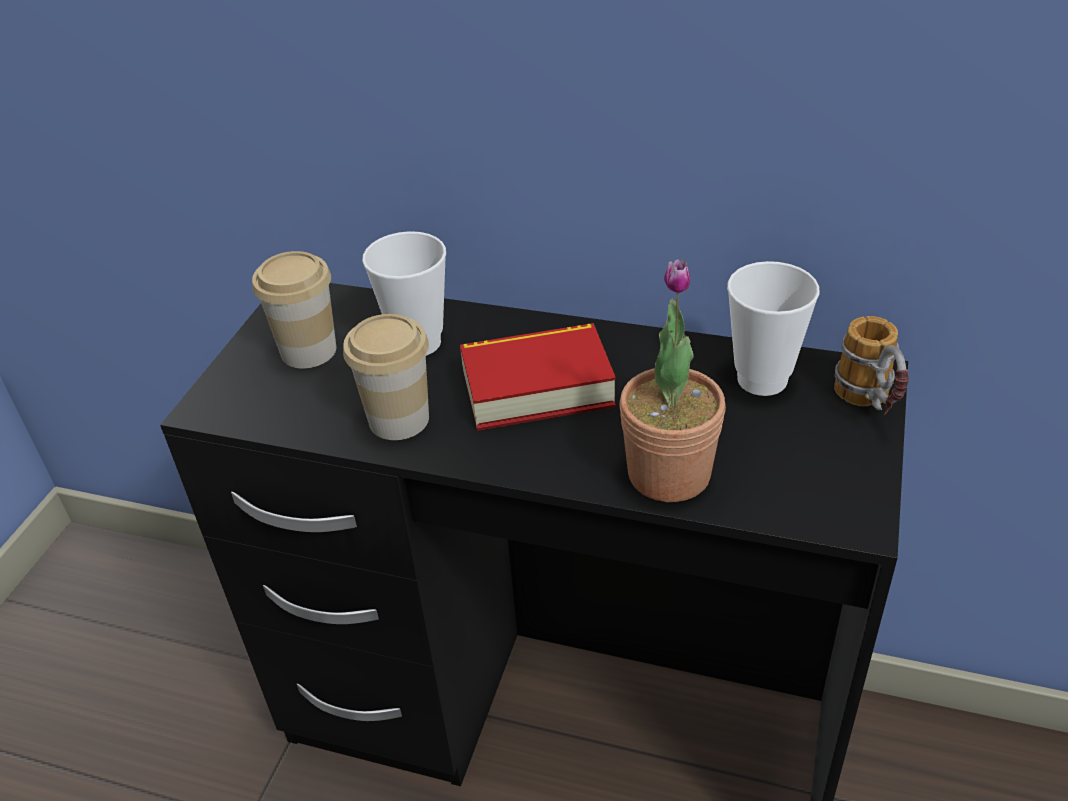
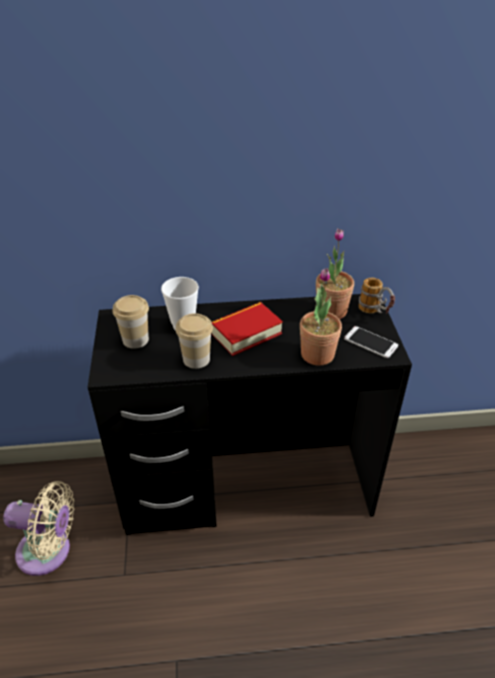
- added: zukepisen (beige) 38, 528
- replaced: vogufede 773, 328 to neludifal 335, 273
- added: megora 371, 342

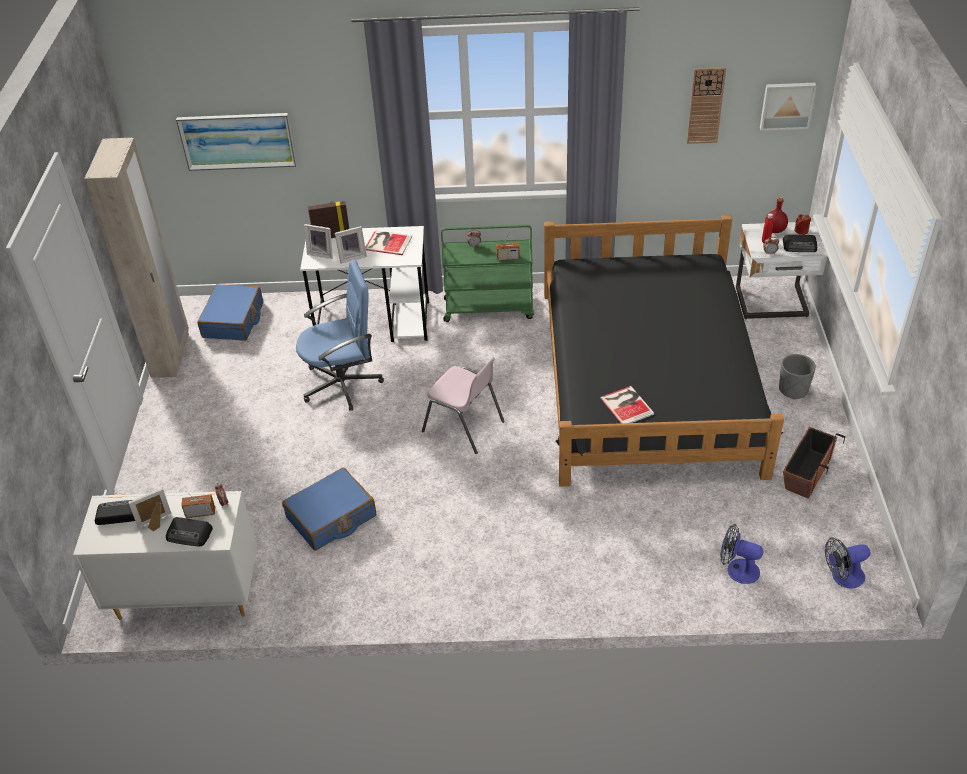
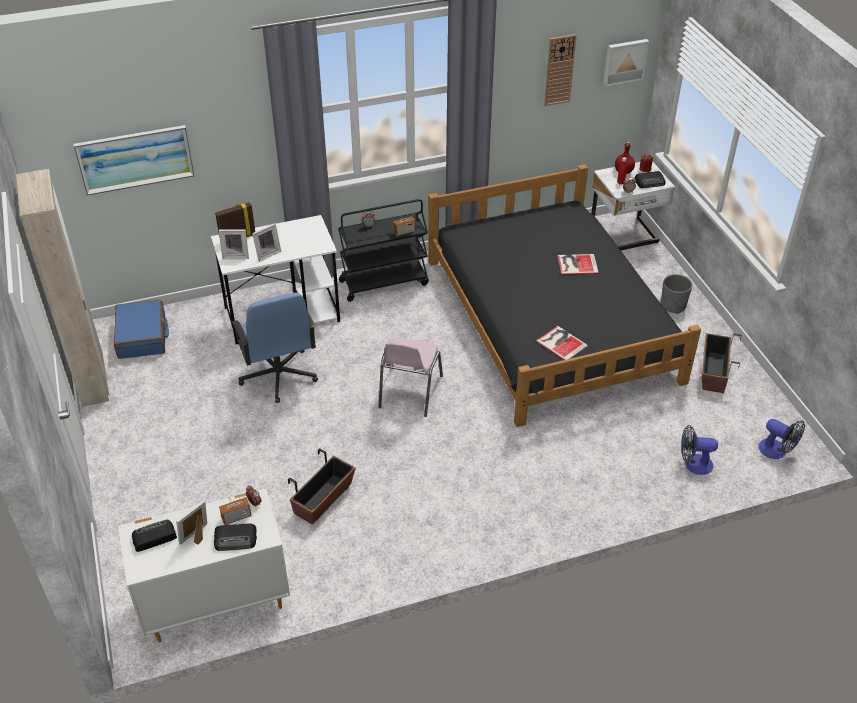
- turned: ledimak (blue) 340, 335 = 275, 347 105 degrees clockwise
- replaced: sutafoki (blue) 329, 509 to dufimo 322, 486
- recoloured: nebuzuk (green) 487, 273 to nebuzuk (black) 383, 250
- turned: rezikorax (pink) 463, 405 = 411, 377 90 degrees clockwise
- moved: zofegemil 388, 243 to 578, 264
- turned: zukepisen 847, 563 = 781, 439 105 degrees counterclockwise

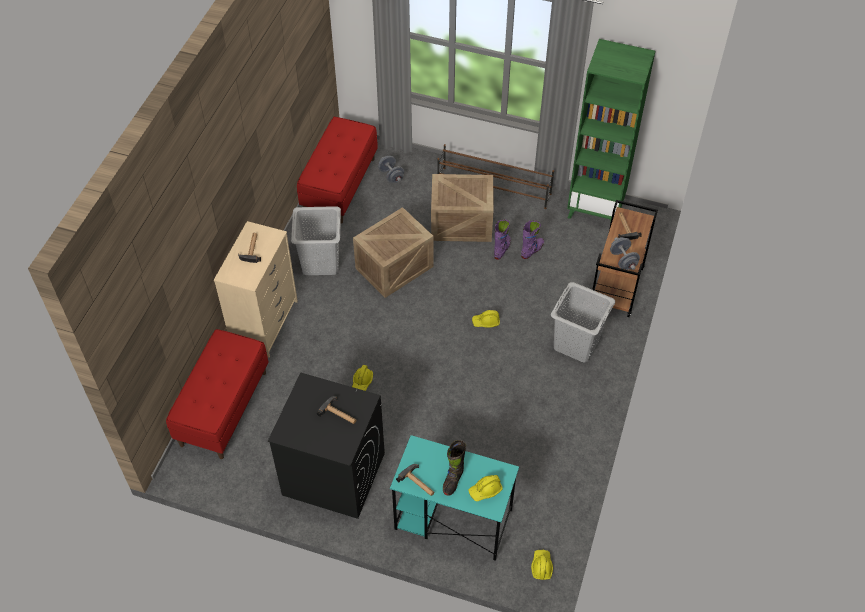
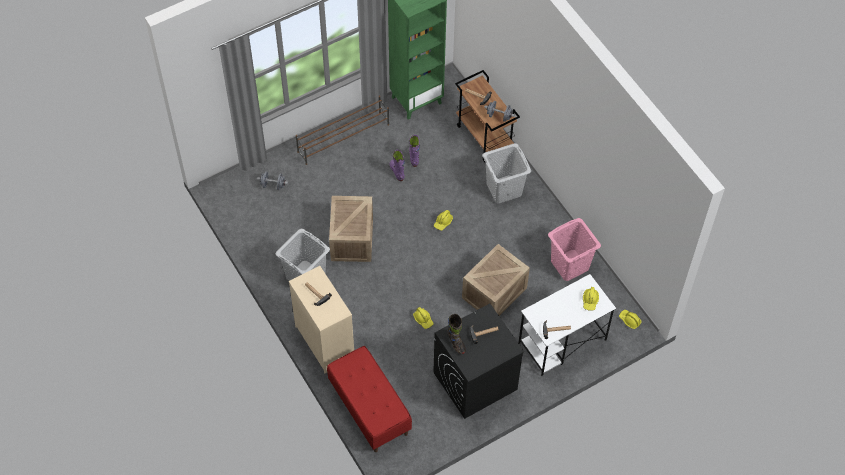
- moved: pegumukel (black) 454, 468 to 456, 334
- moved: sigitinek 462, 208 to 496, 280
- recoloured: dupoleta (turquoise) 454, 498 to dupoleta (white) 567, 325
- added: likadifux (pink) 574, 249
- removed: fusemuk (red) 337, 170

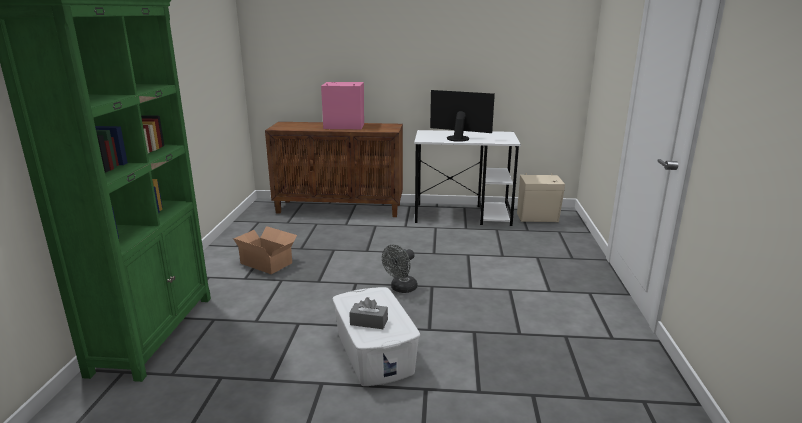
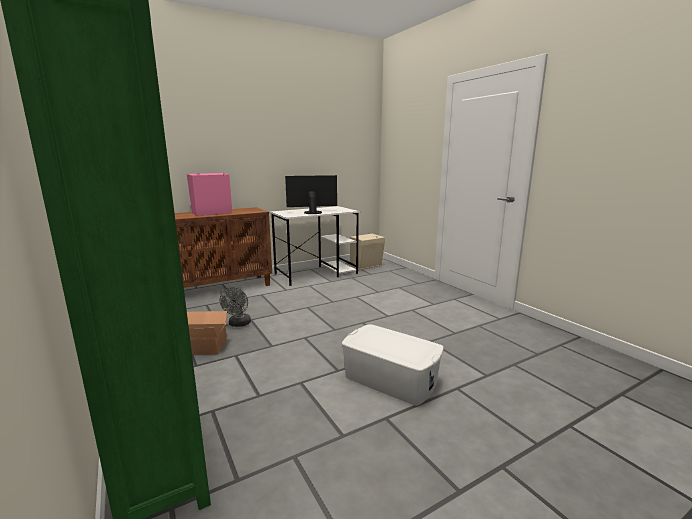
- moved: zukepisen (grey) 399, 269 to 235, 307
- removed: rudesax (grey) 368, 313

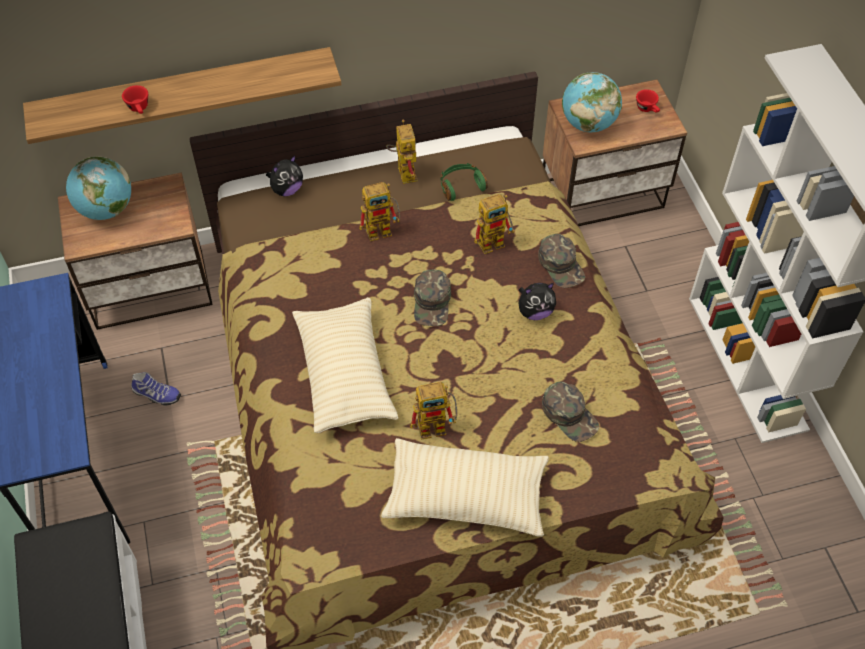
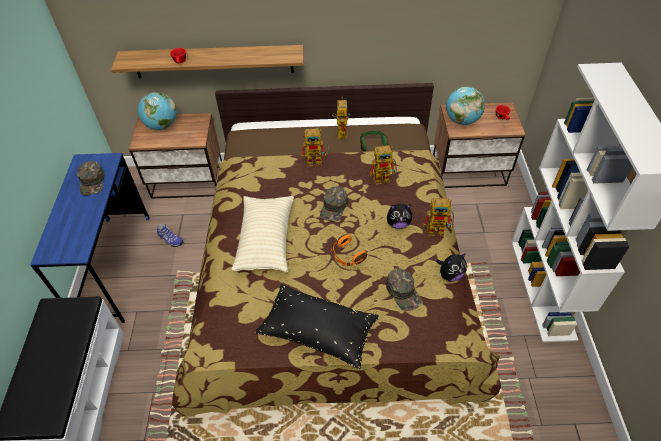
- moved: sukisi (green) 561, 261 to 90, 178
- recoloured: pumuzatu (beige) 465, 487 to pumuzatu (black) 317, 326
- added: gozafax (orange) 349, 250
- moved: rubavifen 433, 411 to 438, 217
- moved: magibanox 284, 175 to 451, 267

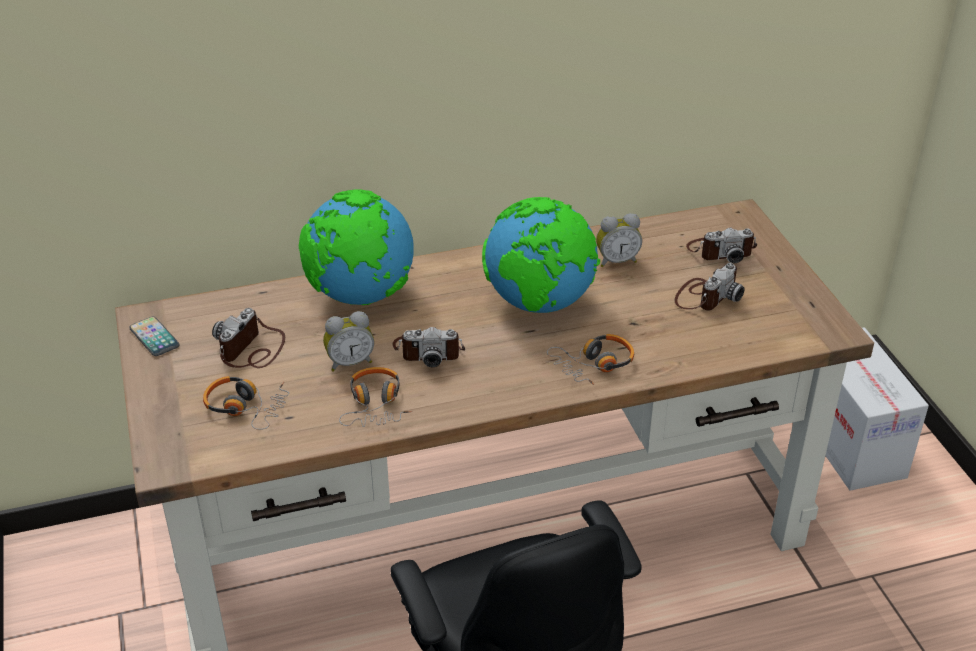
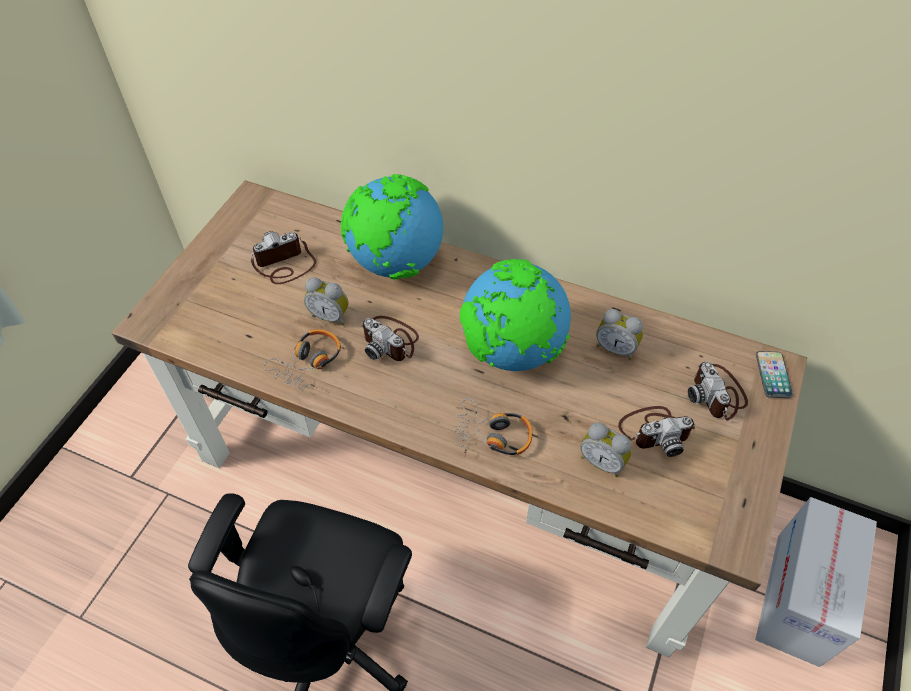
- added: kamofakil 606, 449
- turned: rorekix 721, 245 = 718, 391 45 degrees clockwise
- moved: megora 154, 336 to 774, 374
- removed: gozafax 246, 403

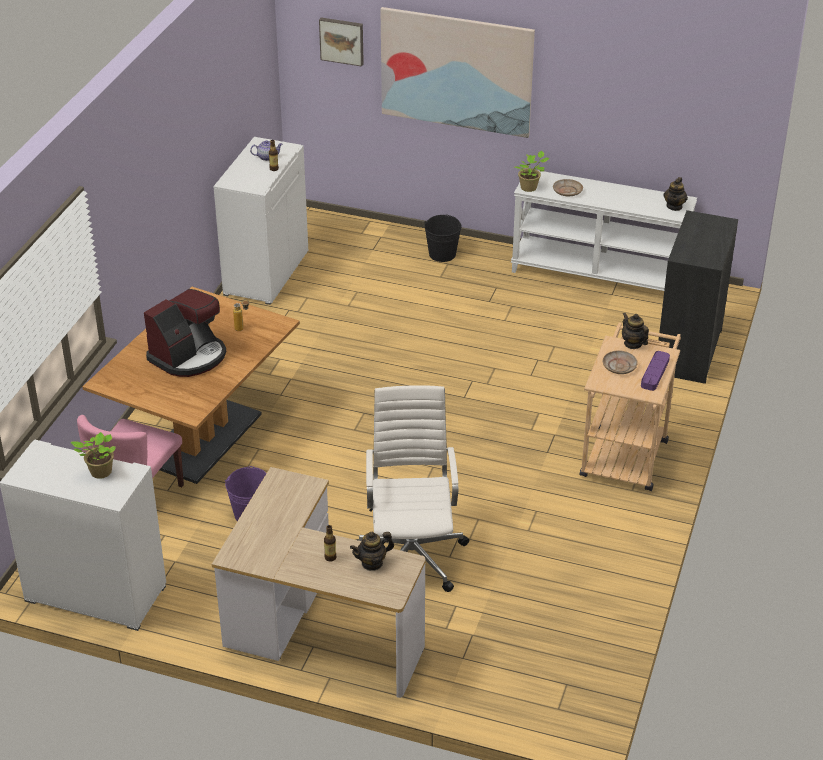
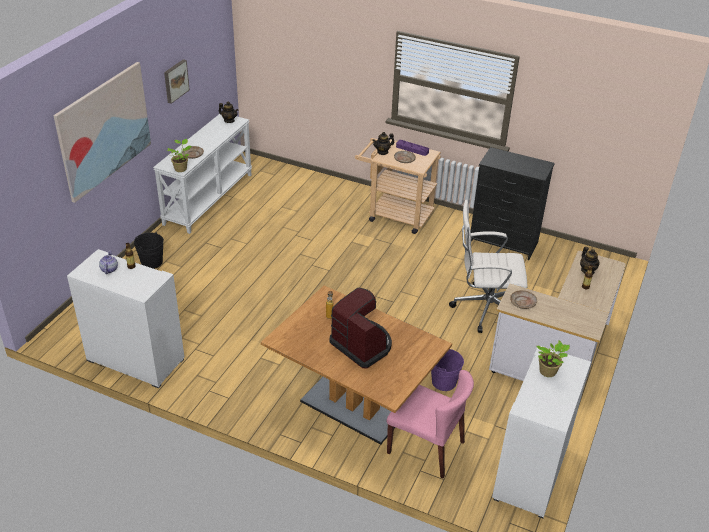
- moved: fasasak 341, 42 to 177, 81
- moved: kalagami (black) 698, 297 to 513, 203
- added: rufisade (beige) 523, 299

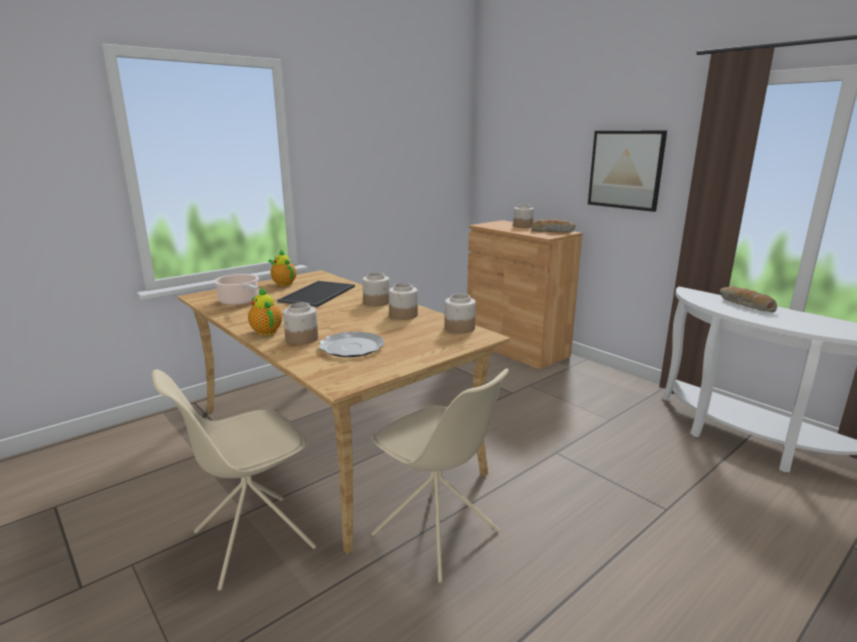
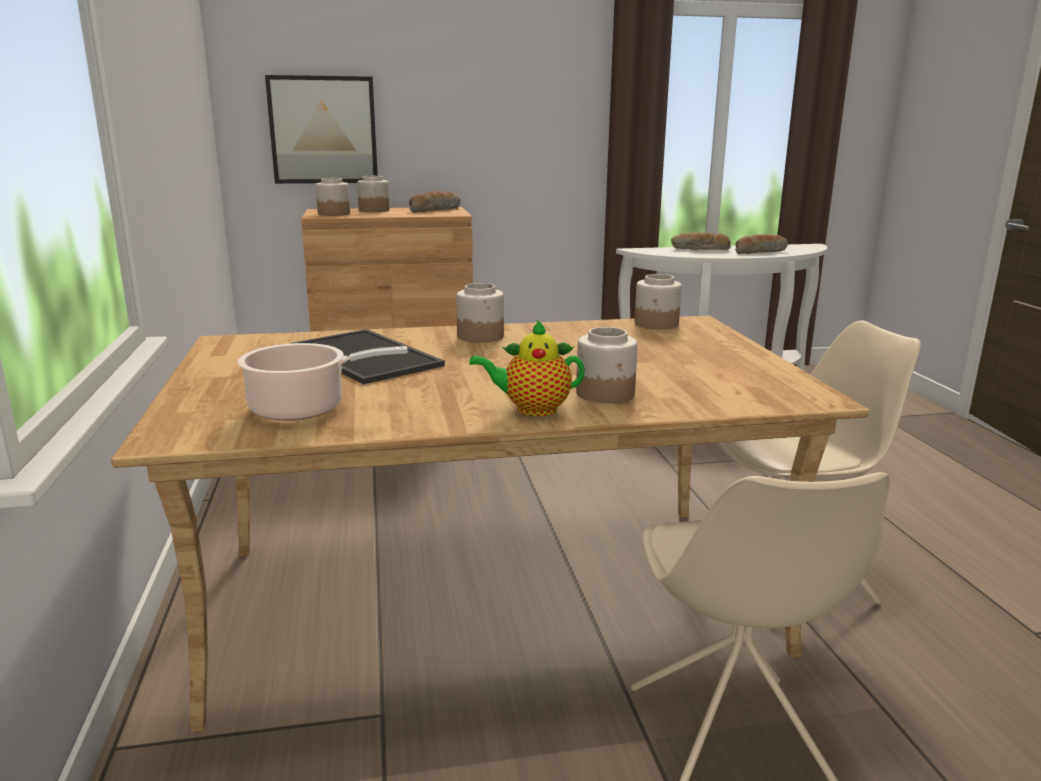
- moved: fasasak 627, 171 to 321, 129
- moved: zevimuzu 403, 301 to 333, 197
- added: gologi 761, 244
- removed: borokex 282, 268
- removed: rufisade 352, 344

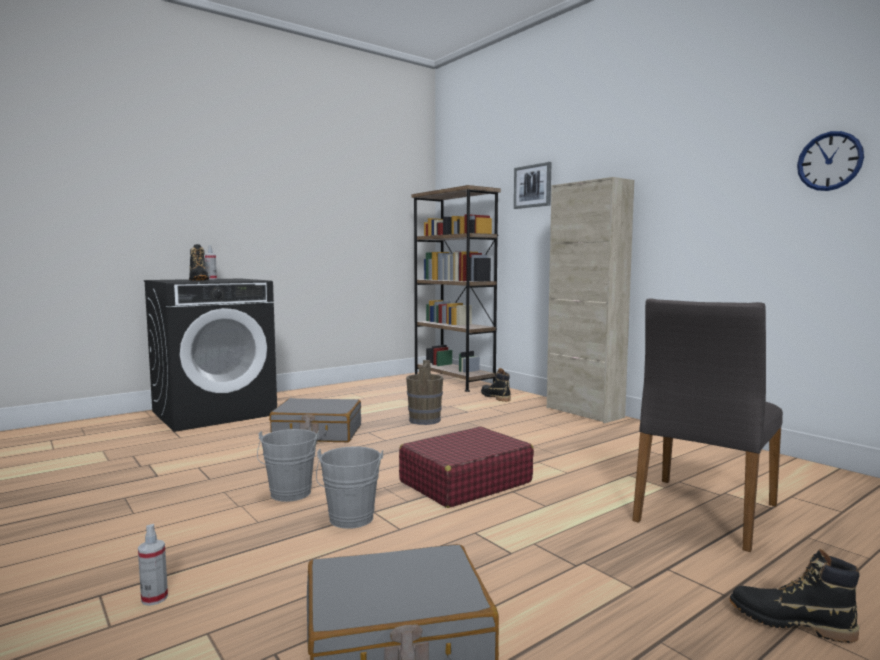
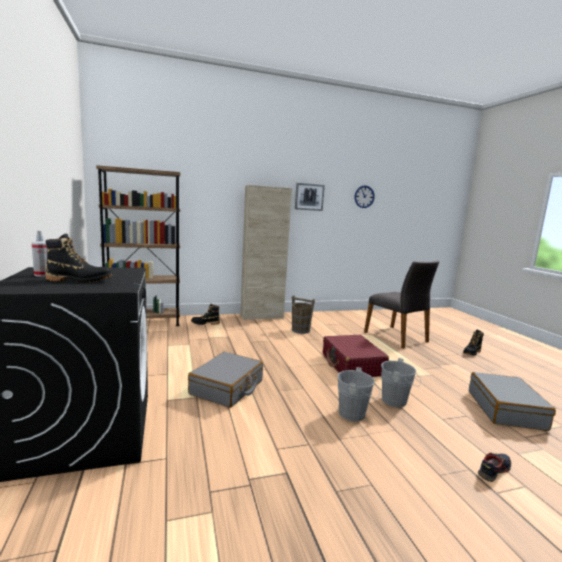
- moved: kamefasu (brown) 424, 392 to 303, 314
- moved: fasasak 532, 185 to 310, 197
- replaced: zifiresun 153, 565 to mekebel 494, 467

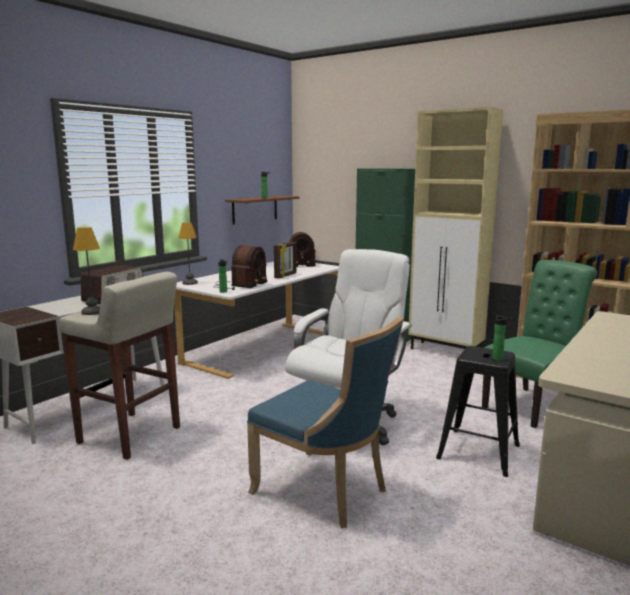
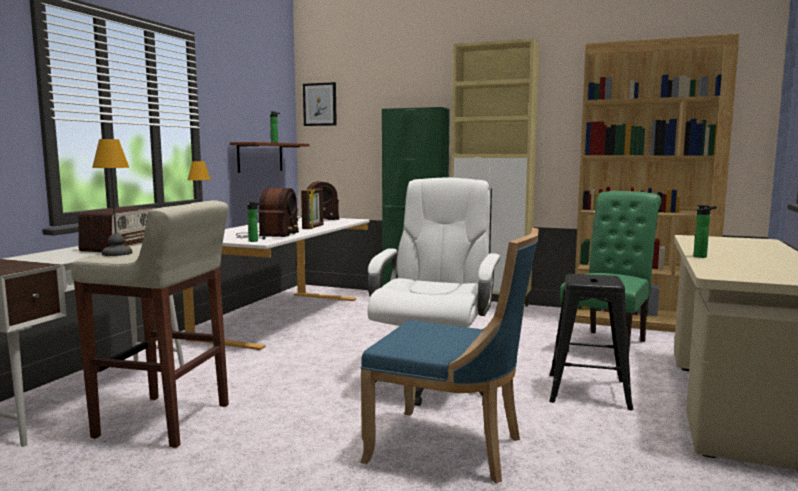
- added: fasasak 320, 104
- moved: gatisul 501, 338 to 705, 231

